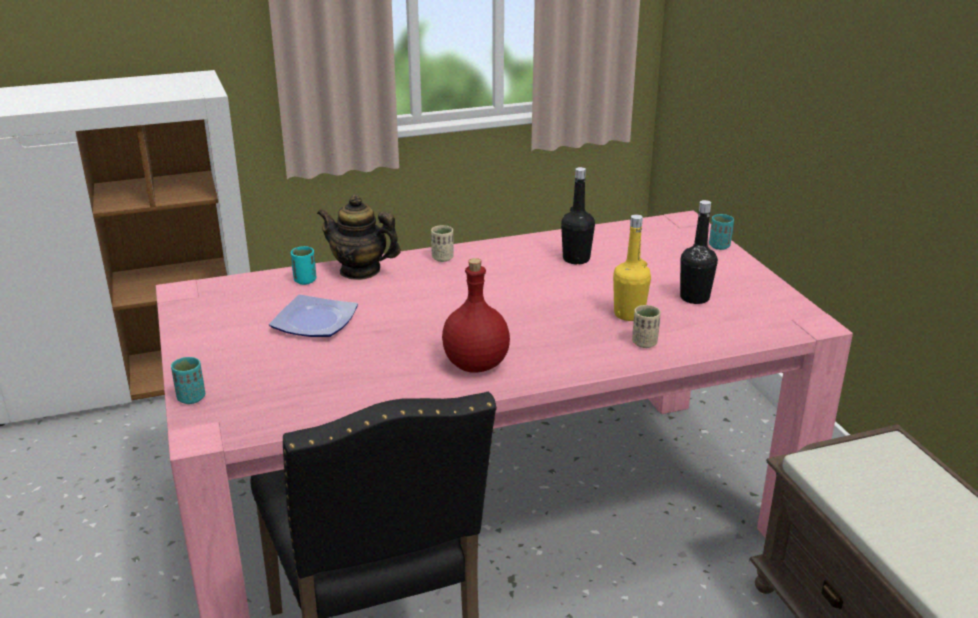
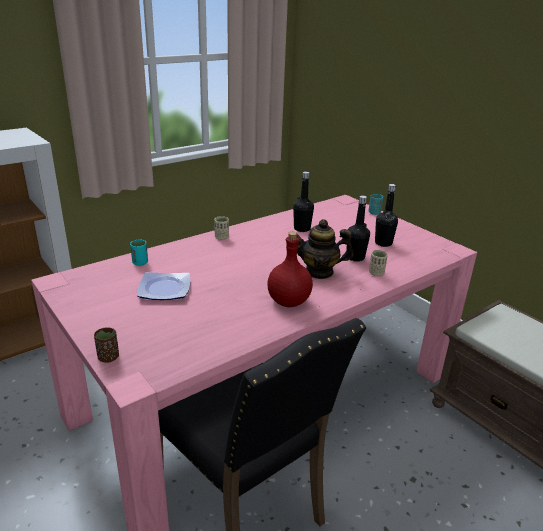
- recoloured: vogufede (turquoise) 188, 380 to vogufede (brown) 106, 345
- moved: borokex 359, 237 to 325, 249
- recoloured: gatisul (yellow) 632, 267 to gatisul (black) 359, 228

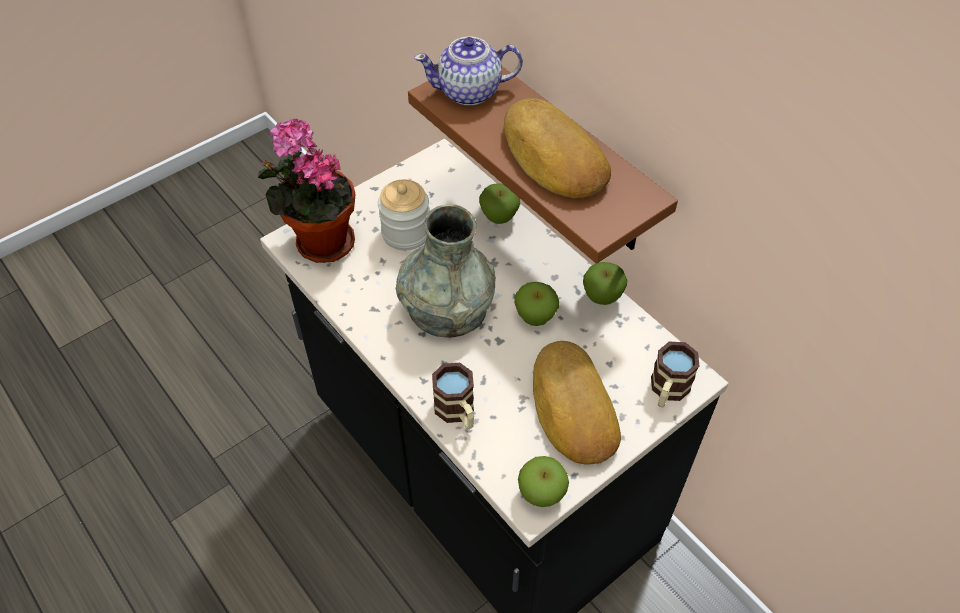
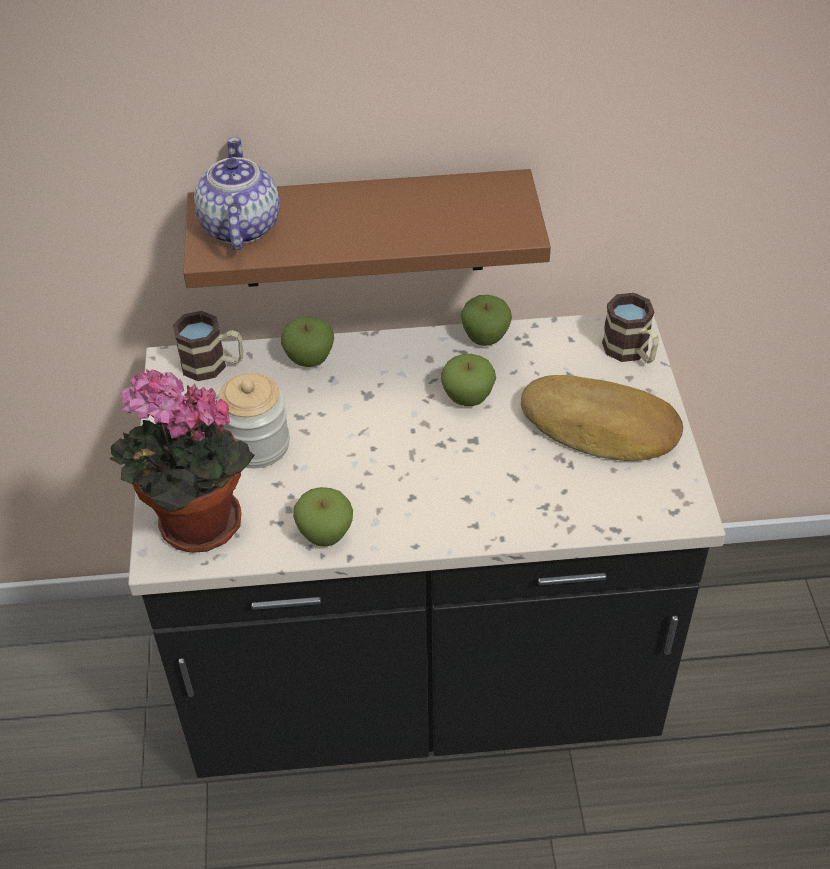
- moved: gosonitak 453, 396 to 208, 346
- turned: borokex 468, 70 = 237, 193 150 degrees clockwise
- moved: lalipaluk 543, 481 to 323, 517
- removed: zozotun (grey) 446, 271
- removed: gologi 557, 148

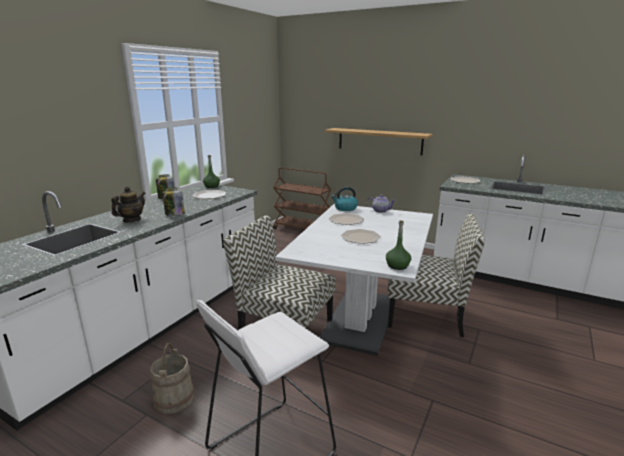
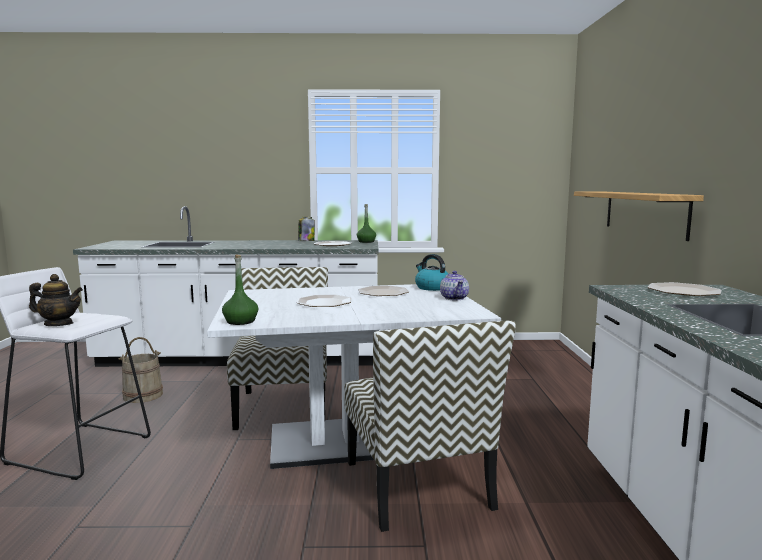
- moved: borokex 128, 204 to 56, 300
- removed: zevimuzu 174, 201
- removed: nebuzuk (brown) 302, 198

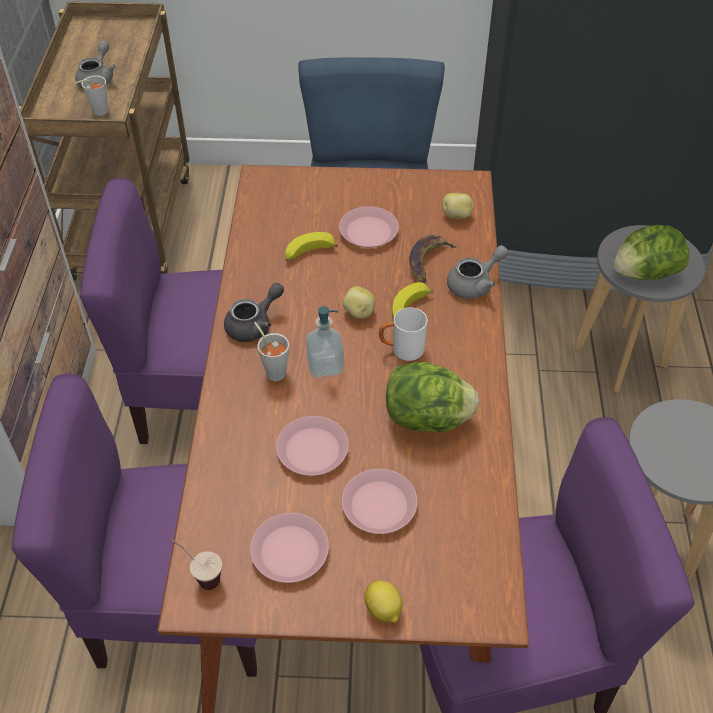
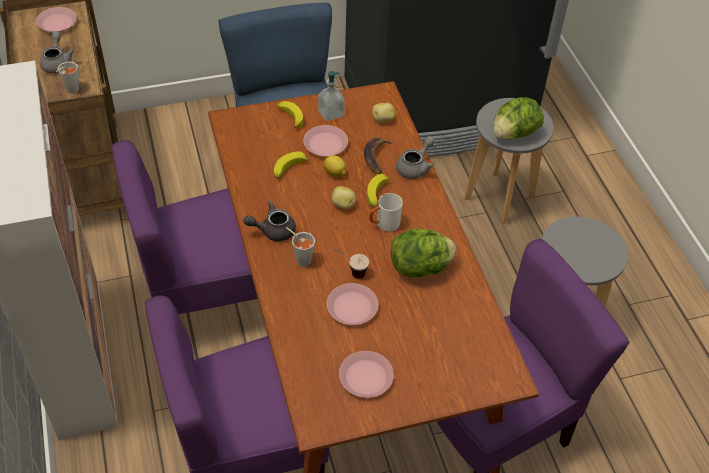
- moved: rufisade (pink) 380, 501 to 56, 20
- turned: borokex (grey) 254, 312 = 269, 221 135 degrees counterclockwise
- added: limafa 289, 114
- moved: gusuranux 325, 342 to 331, 96
- moved: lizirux 383, 601 to 335, 166
- moved: vogufede 194, 563 to 351, 264

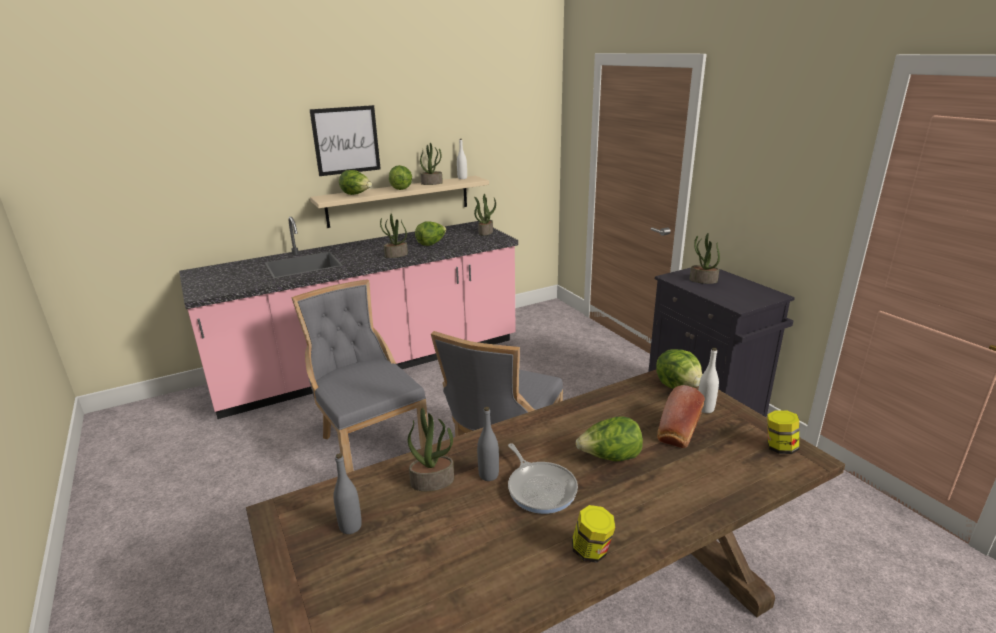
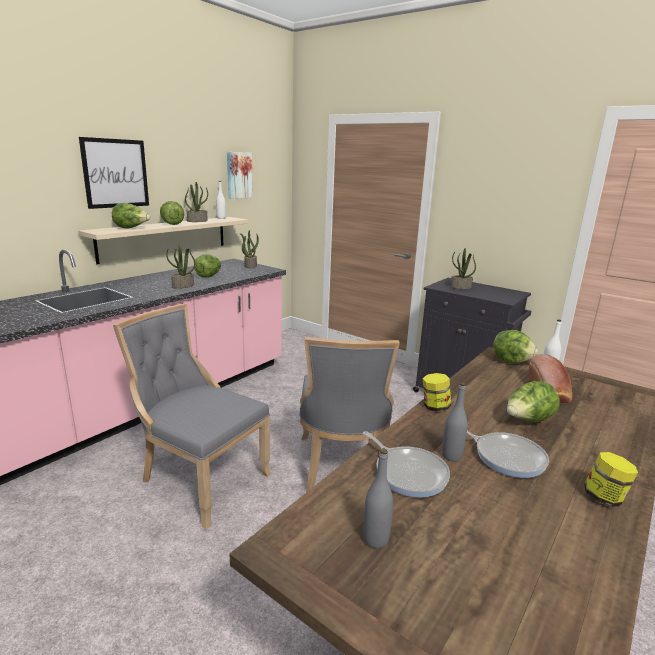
- added: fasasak 240, 175
- replaced: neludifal 431, 449 to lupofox 406, 464
- moved: zevimuzu 783, 432 to 437, 392

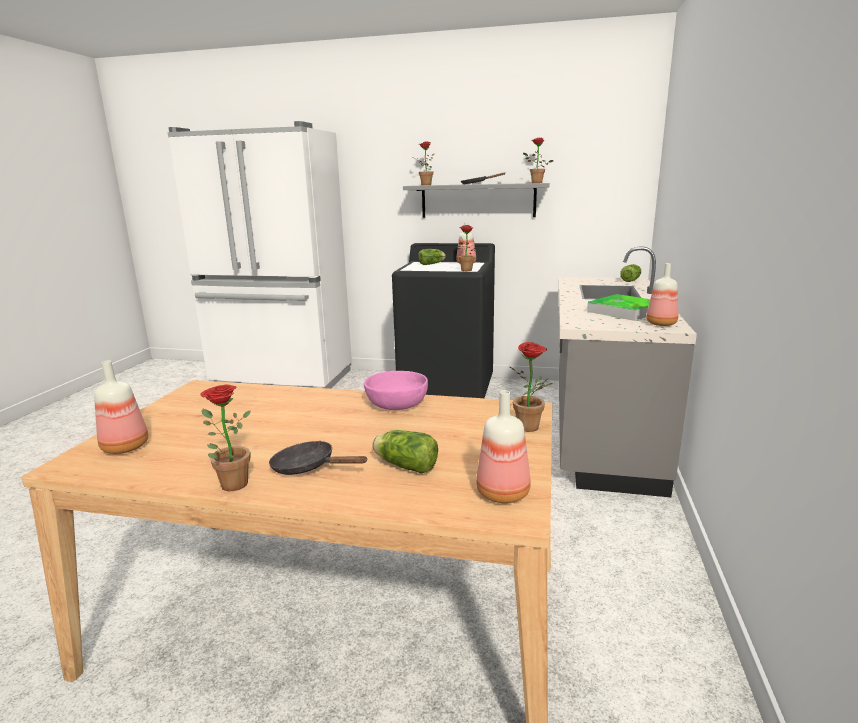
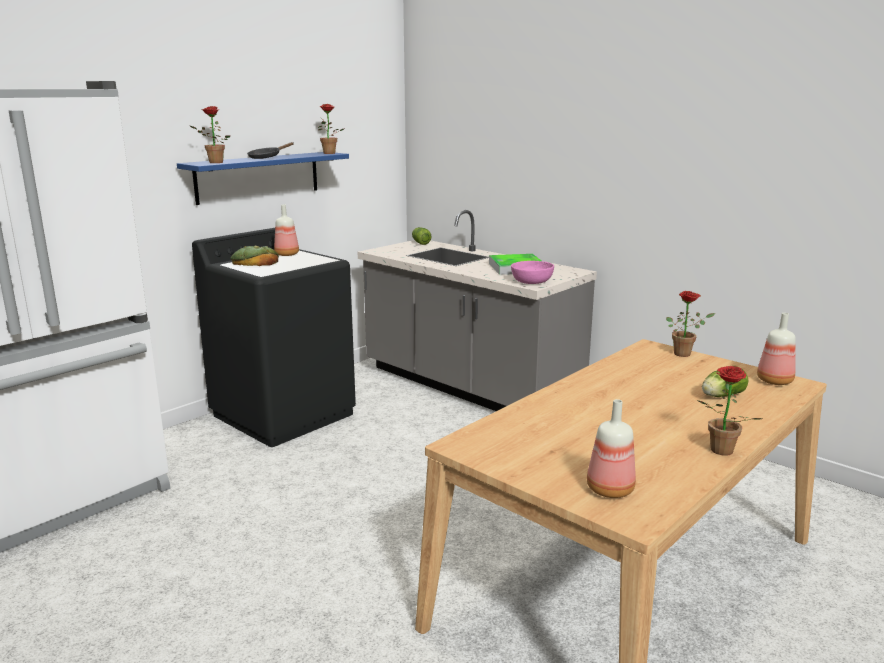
- recoloured: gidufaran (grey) 476, 200 to gidufaran (blue) 263, 178
- replaced: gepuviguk 432, 257 to gologi 254, 256
- moved: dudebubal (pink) 396, 390 to 532, 272
- removed: lupofox (black) 318, 458
- removed: neludifal 470, 248
- removed: gatisul 662, 294

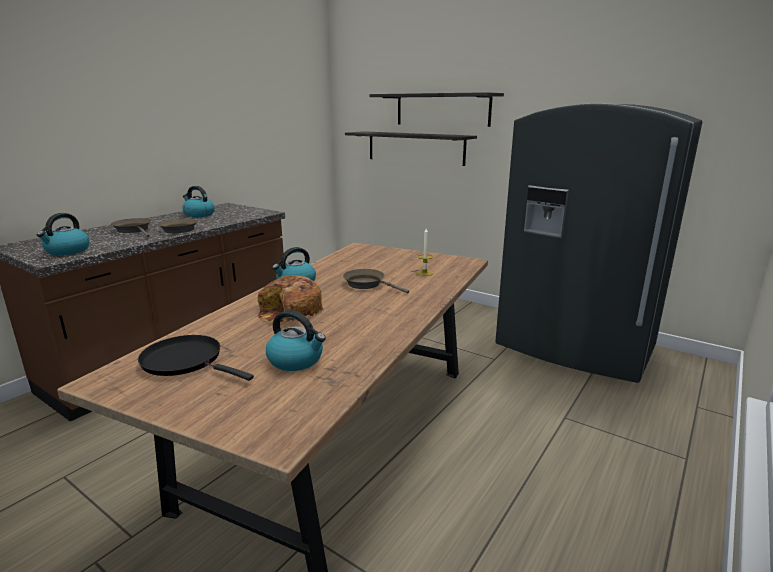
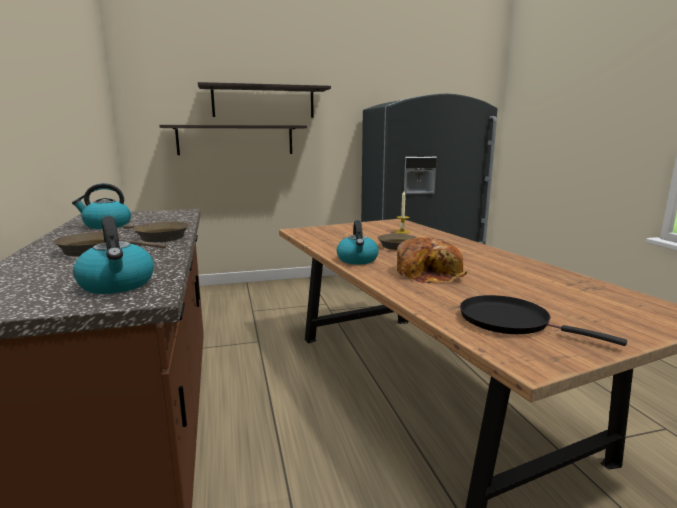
- turned: lupofox (black) 196, 358 = 543, 320 60 degrees clockwise
- removed: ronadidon 296, 340

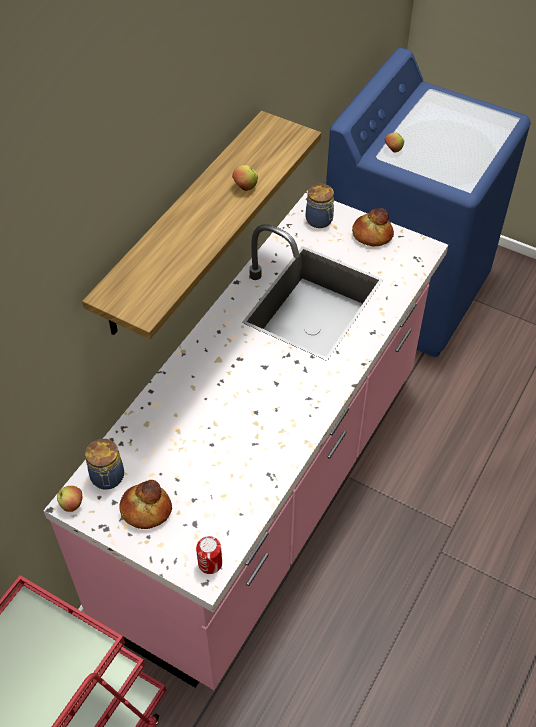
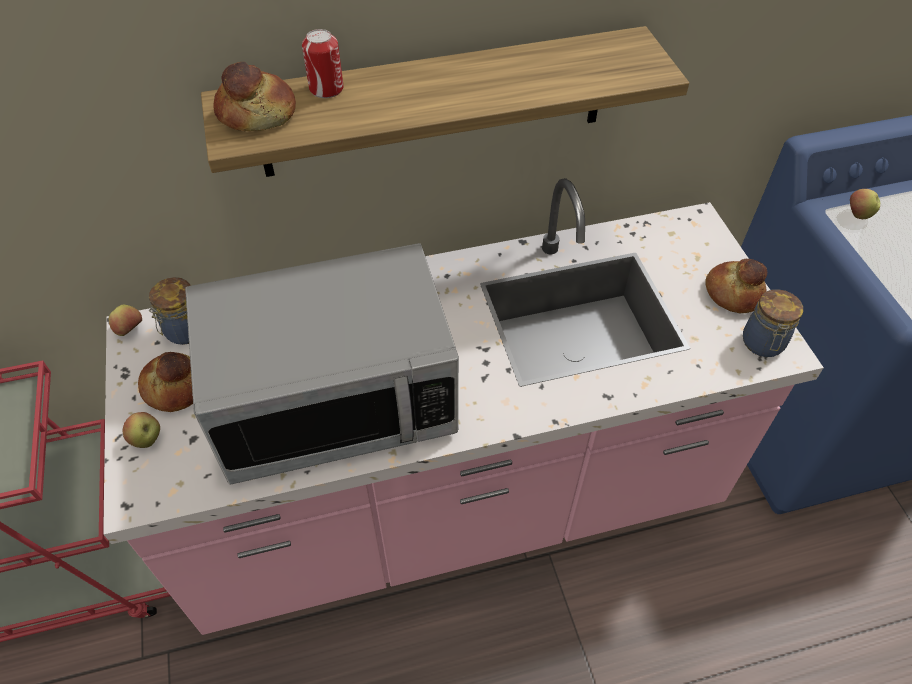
- moved: lalipaluk 245, 178 to 141, 430
- added: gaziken 322, 363
- added: gologi 254, 96
- moved: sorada 209, 555 to 323, 63
- moved: zevimuzu 320, 206 to 773, 323

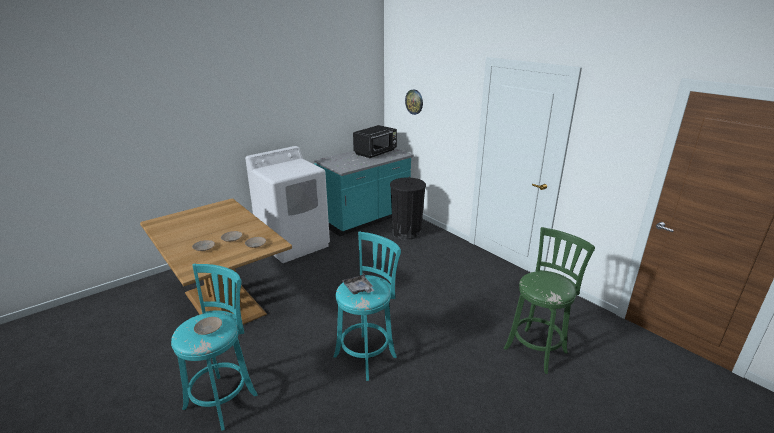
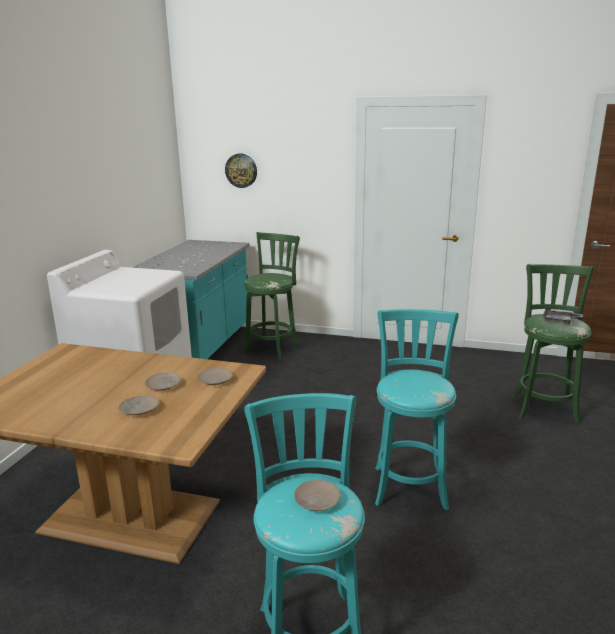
- replaced: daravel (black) 408, 208 to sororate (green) 271, 296
- moved: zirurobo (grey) 358, 284 to 563, 316
- removed: gaziken (black) 375, 142

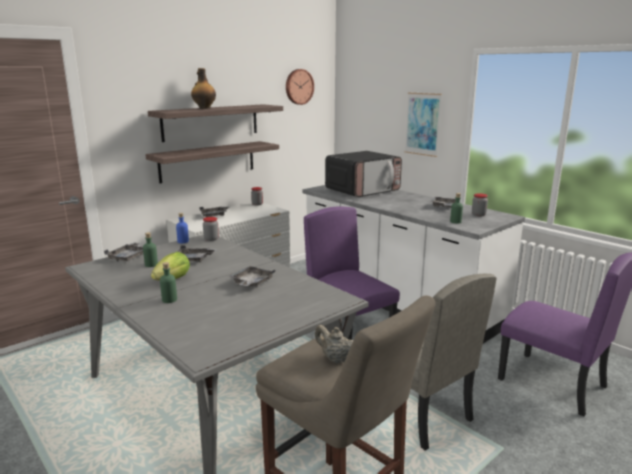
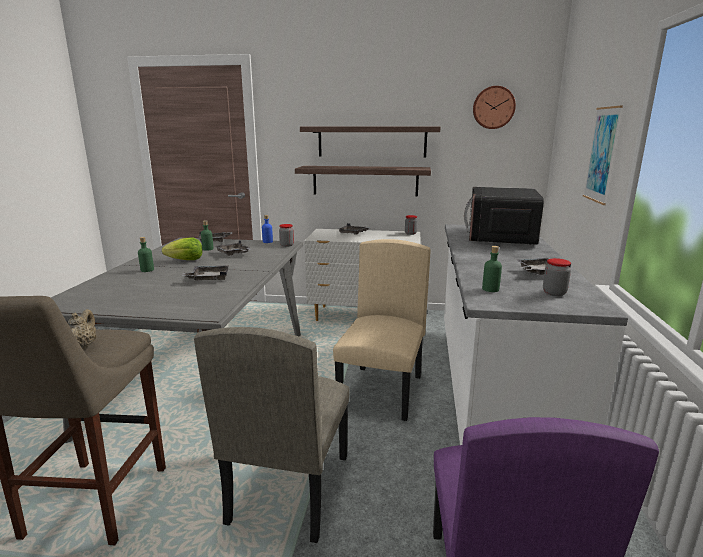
- recoloured: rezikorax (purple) 352, 273 to rezikorax (beige) 382, 330
- turned: gaziken 363, 174 = 504, 216 90 degrees clockwise
- removed: gatisul 203, 88

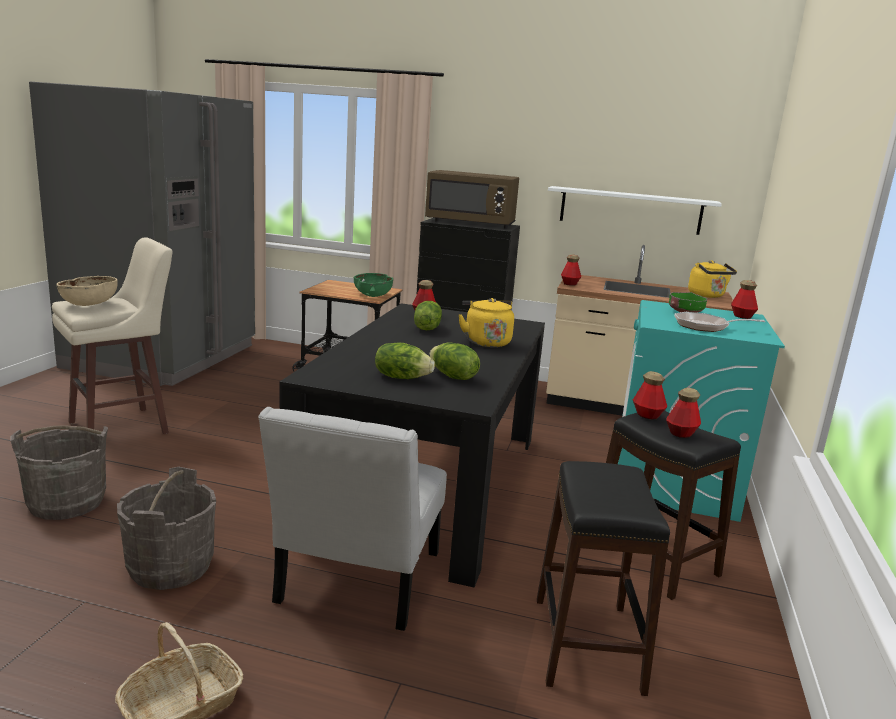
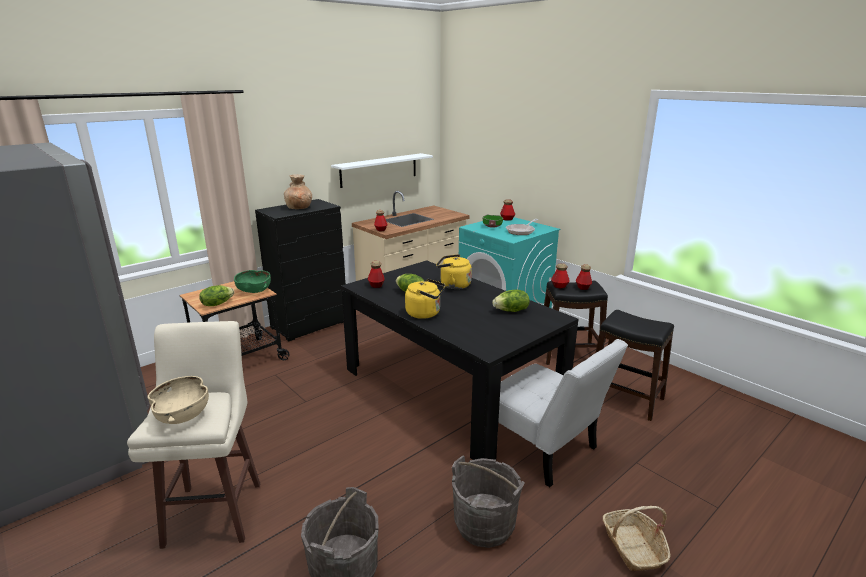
- moved: gepuviguk 405, 361 to 216, 295
- replaced: gaziken (brown) 472, 199 to zozotun (brown) 298, 191
- moved: ronadidon (yellow) 712, 279 to 425, 298

